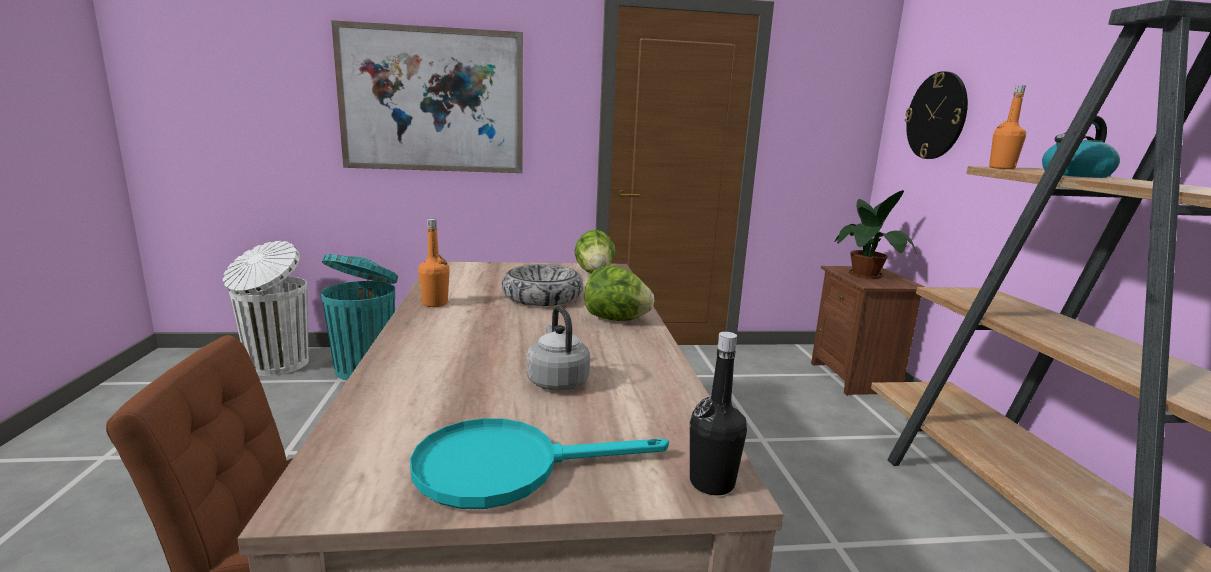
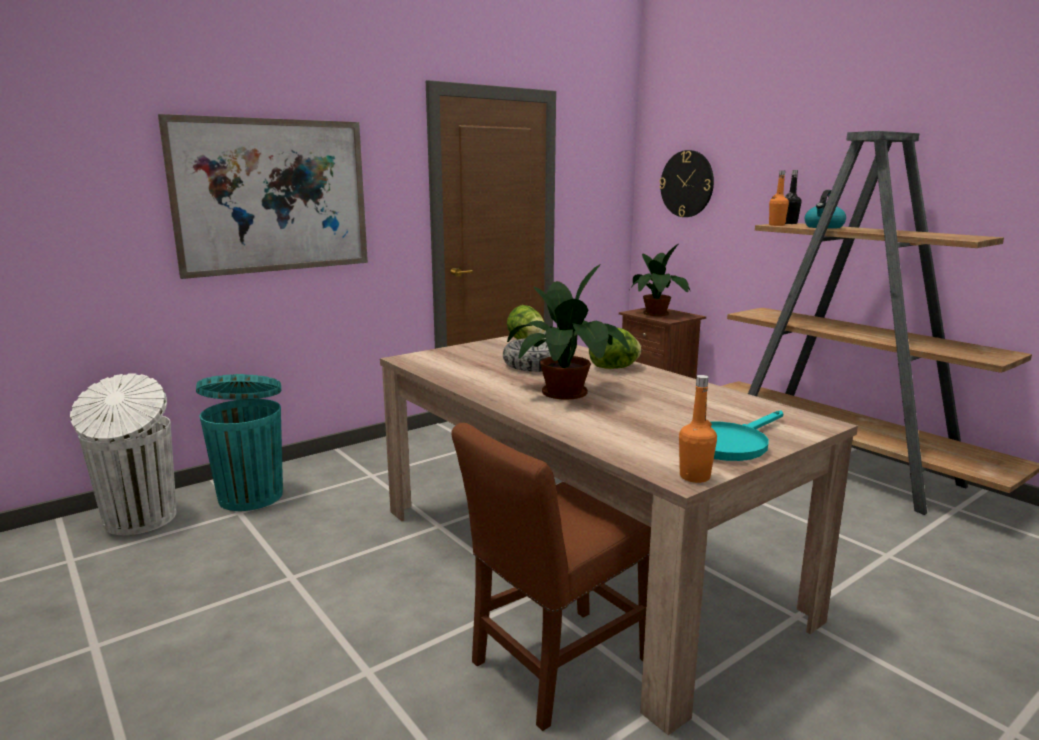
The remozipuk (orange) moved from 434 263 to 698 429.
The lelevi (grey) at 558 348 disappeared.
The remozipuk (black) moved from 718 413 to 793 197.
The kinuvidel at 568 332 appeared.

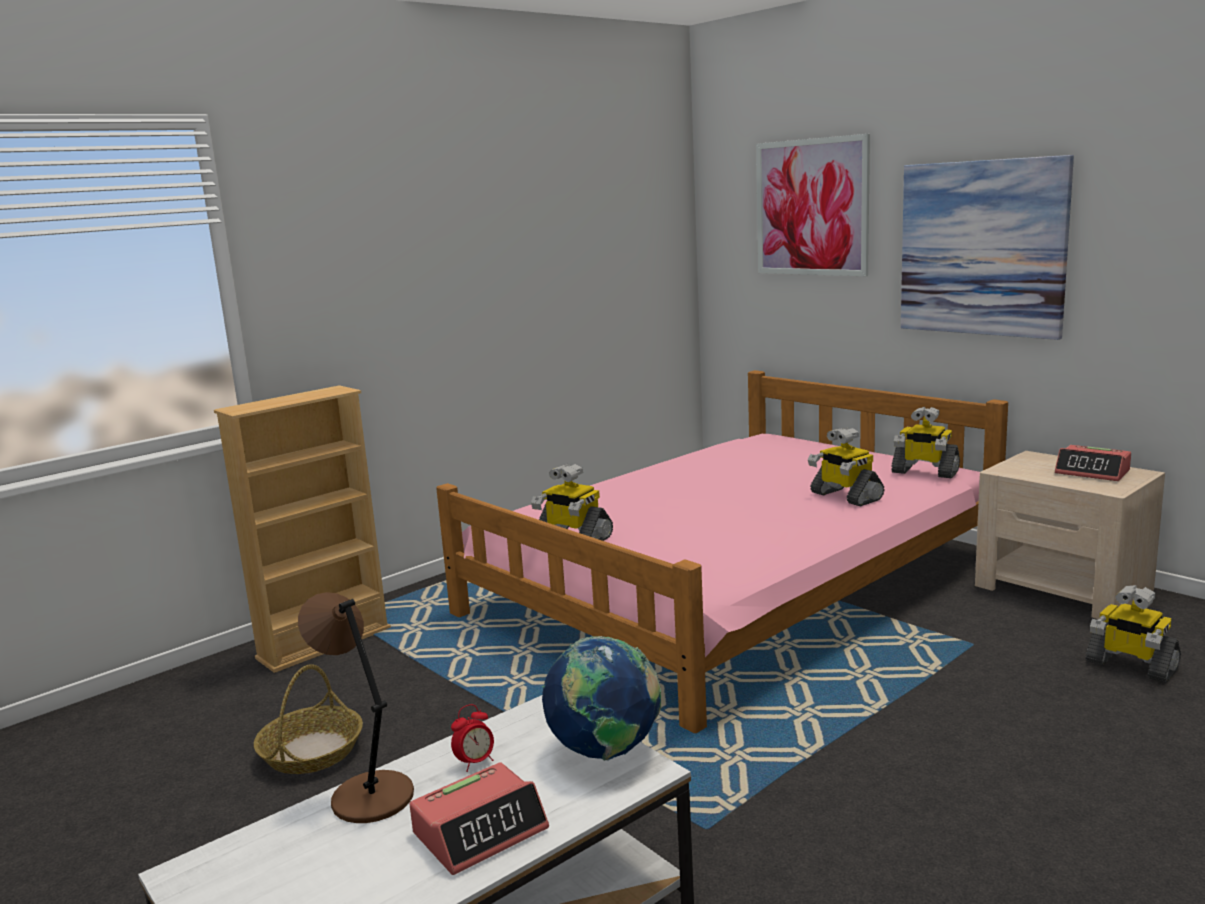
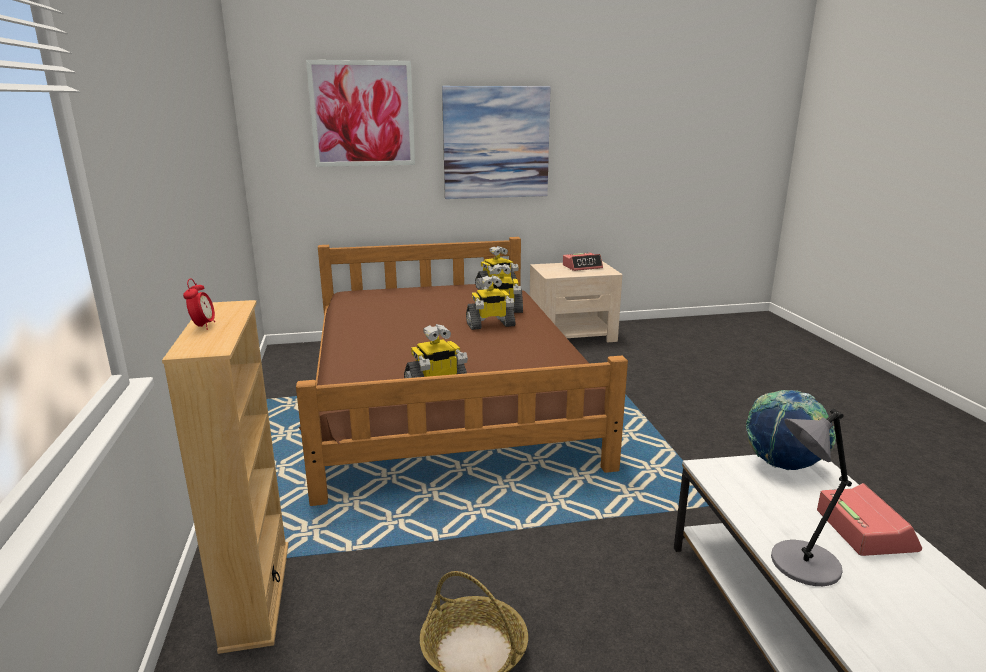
The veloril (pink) at 722 551 became the veloril (brown) at 462 371.
The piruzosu moved from 1133 634 to 490 302.
The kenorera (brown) at 356 707 became the kenorera (grey) at 811 497.
The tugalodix moved from 472 738 to 199 304.

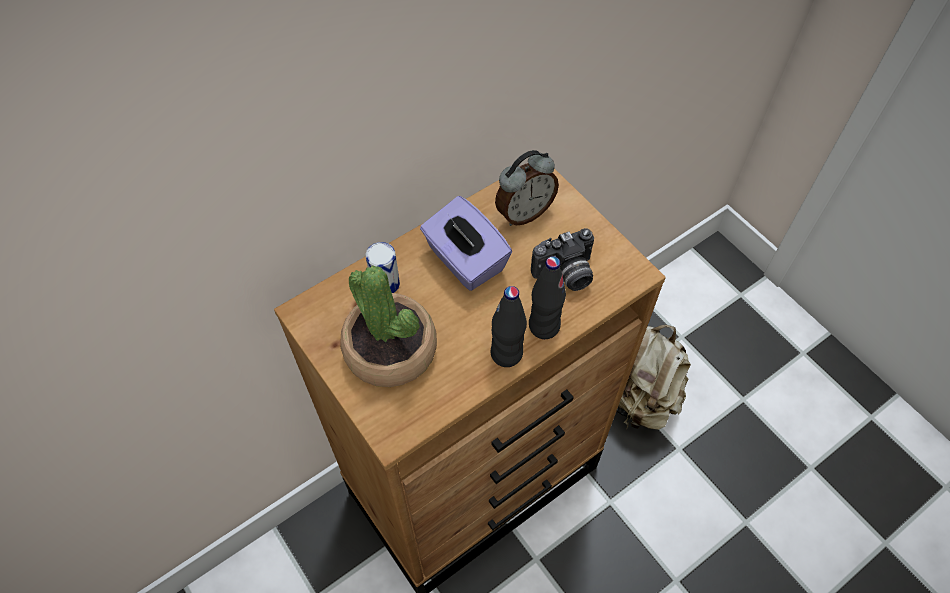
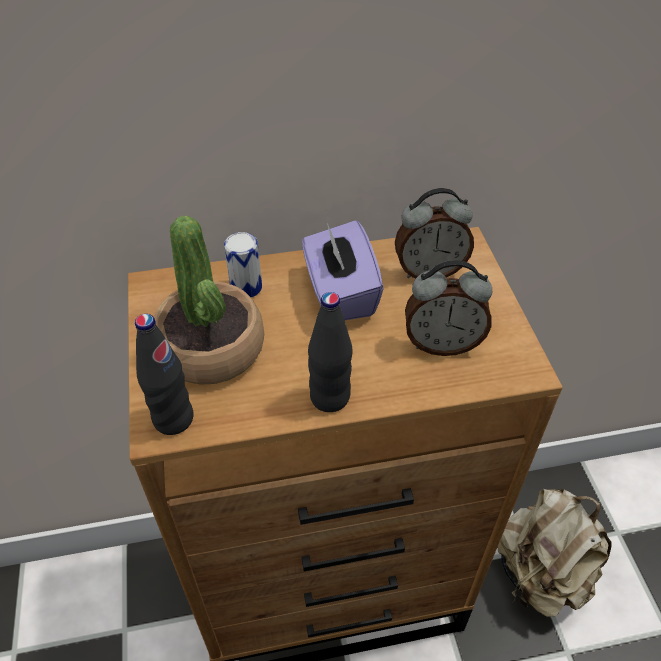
The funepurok at 562 259 was replaced by the tugalodix at 448 308.
The remozipuk (black) moved from 547 297 to 164 374.

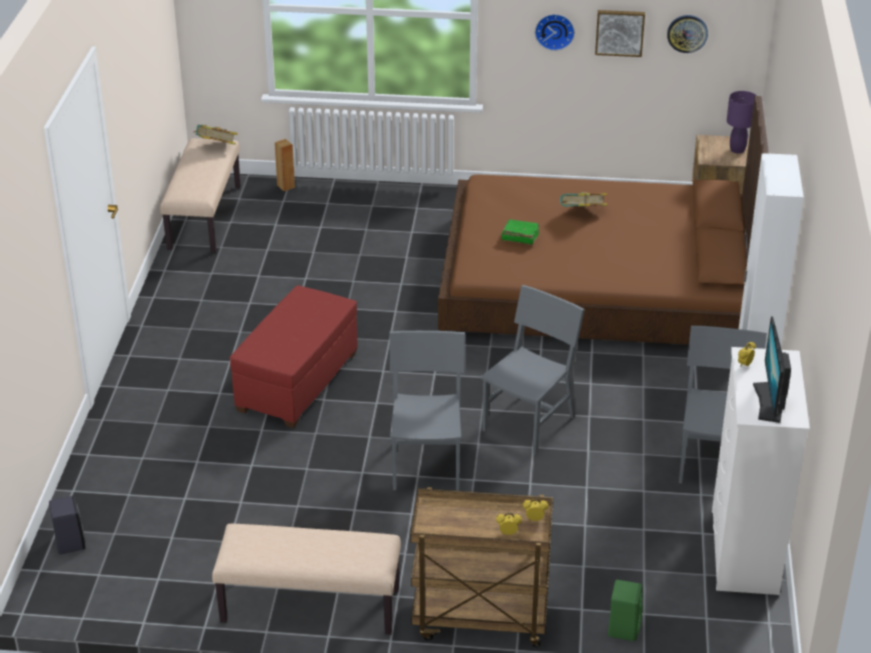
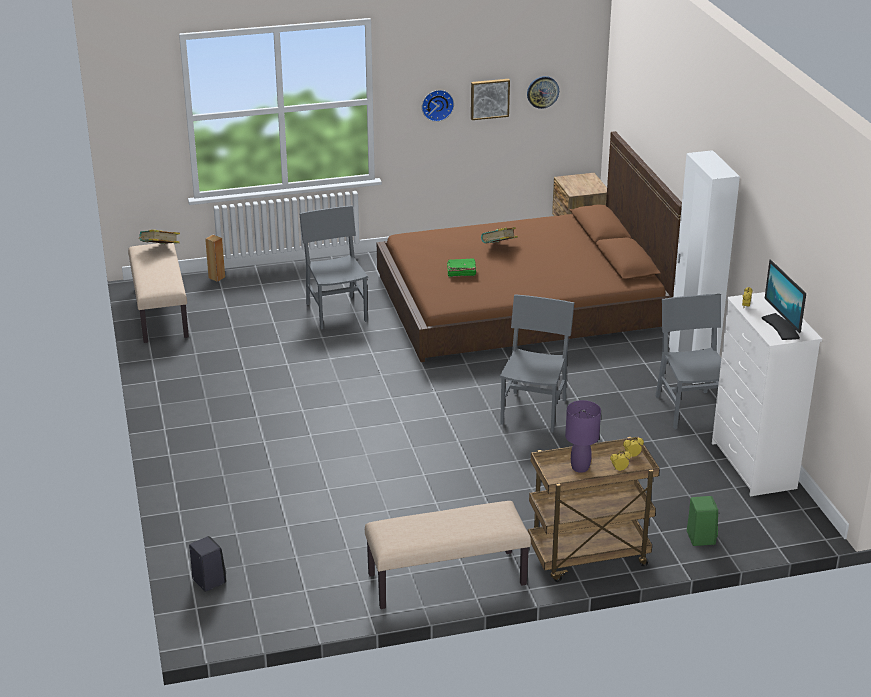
The kenorera (purple) moved from 742 122 to 583 436.
The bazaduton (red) at 294 356 disappeared.
The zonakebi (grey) moved from 427 411 to 333 267.

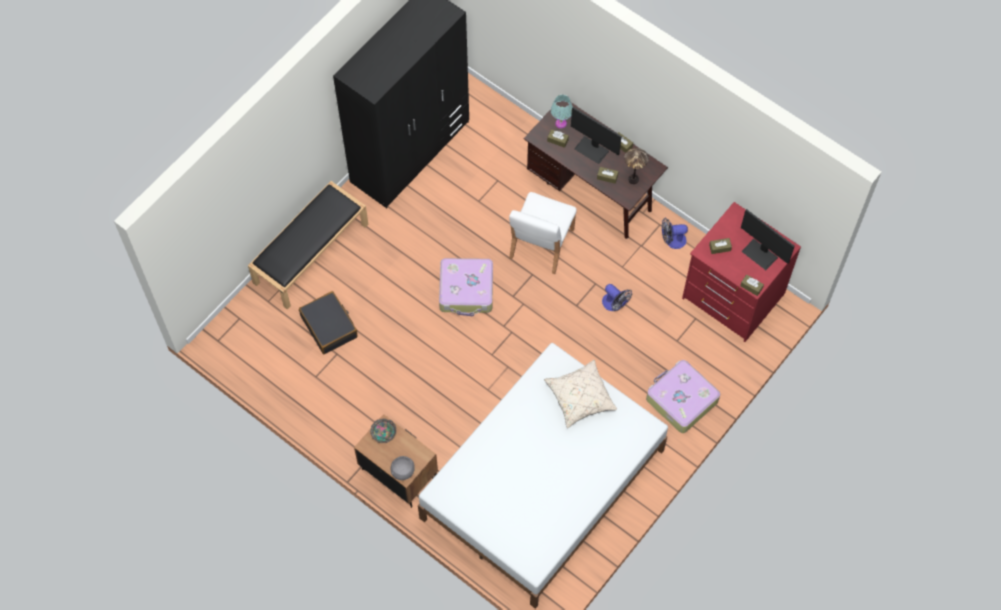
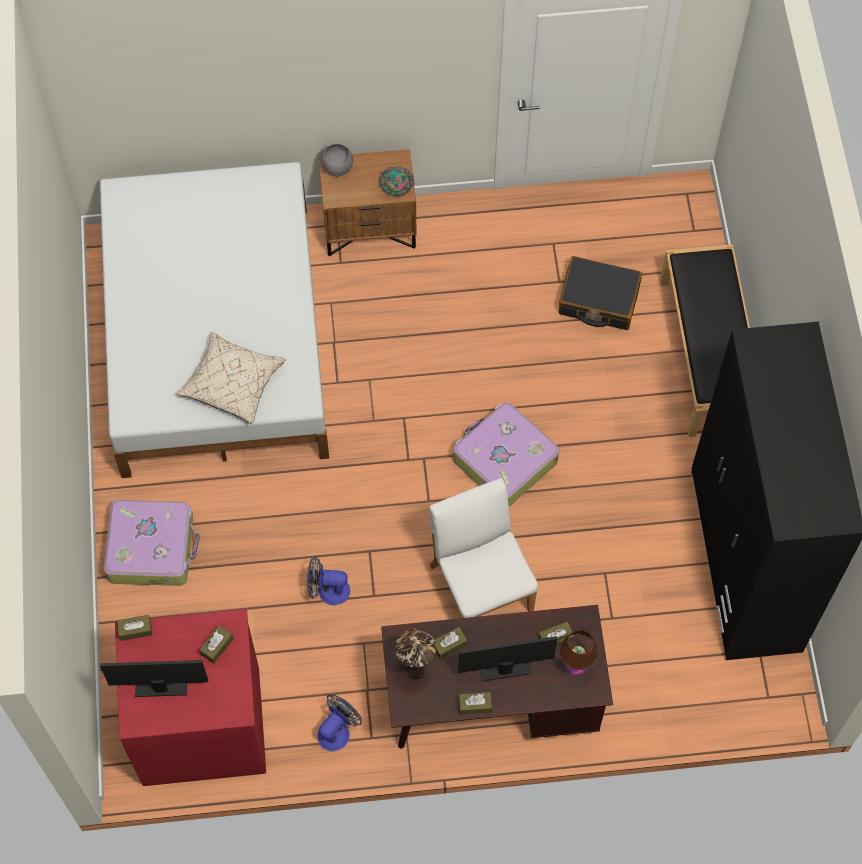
The kenorera (turquoise) at 562 111 became the kenorera (brown) at 579 652.

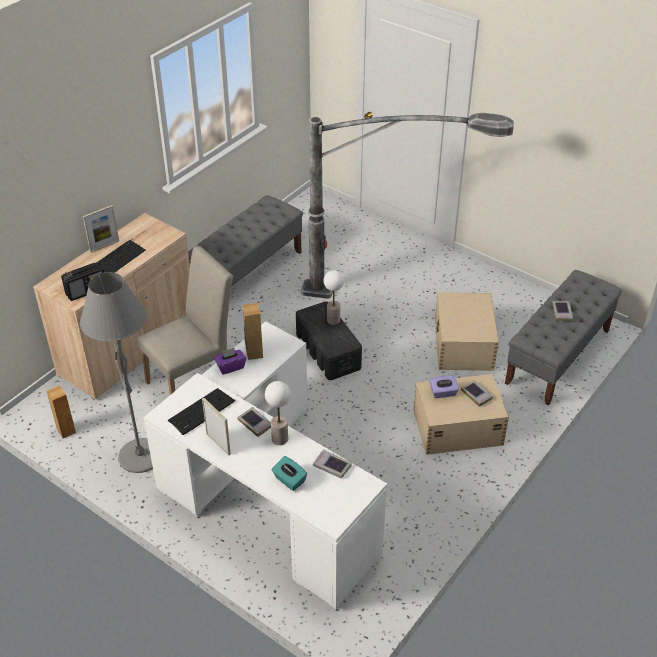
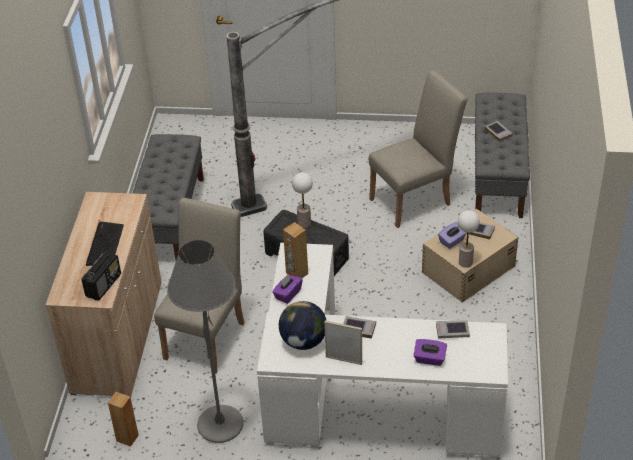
The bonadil at 101 229 disappeared.
The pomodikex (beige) at 467 331 was replaced by the zonakebi (beige) at 418 149.
The kenorera moved from 278 413 to 469 239.
The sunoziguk at 201 411 was replaced by the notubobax at 303 325.
The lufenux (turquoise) at 289 473 became the lufenux (purple) at 430 352.

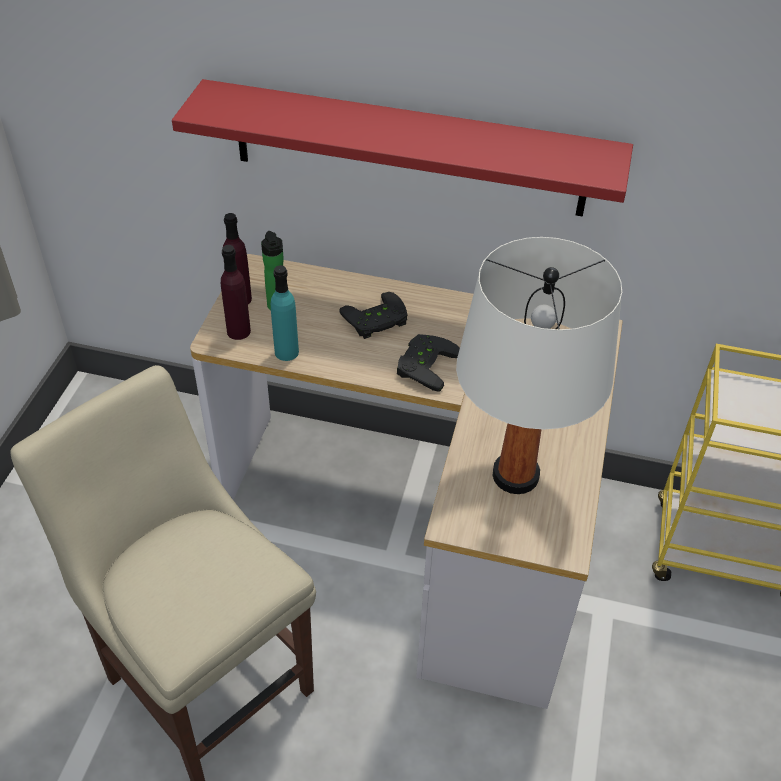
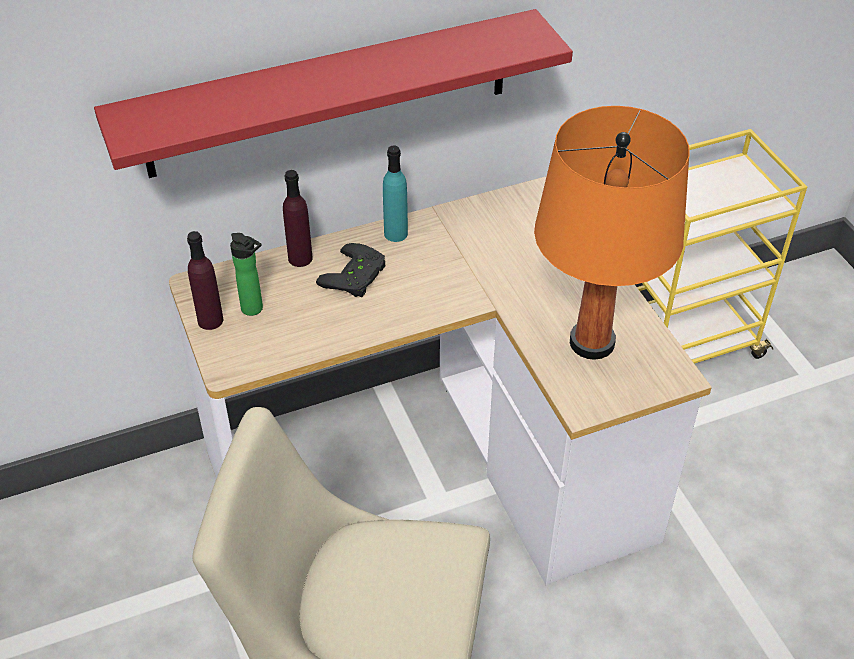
The kenorera (white) at 539 365 became the kenorera (orange) at 612 233.
The remozipuk (purple) moved from 236 292 to 298 218.
The remozipuk (turquoise) moved from 285 313 to 395 194.
The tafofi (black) at 428 363 disappeared.

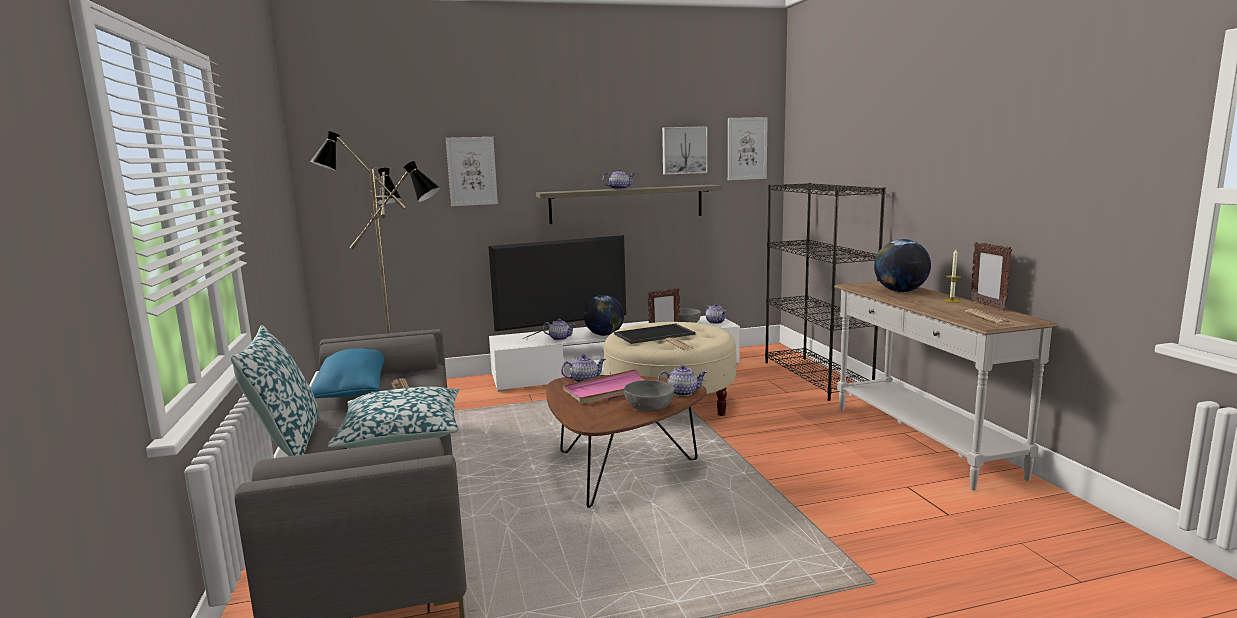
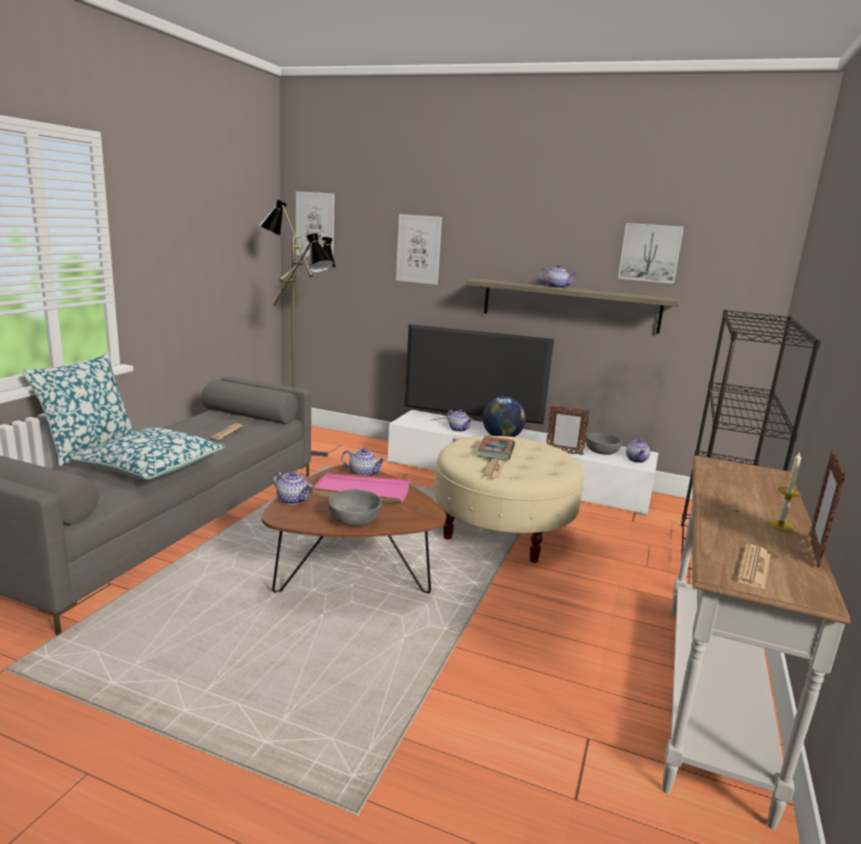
The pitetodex moved from 748 148 to 315 224.
The notubobax at 902 265 disappeared.
The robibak at 655 334 was replaced by the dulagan at 496 448.
The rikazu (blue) at 347 373 disappeared.
The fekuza moved from 682 380 to 293 488.

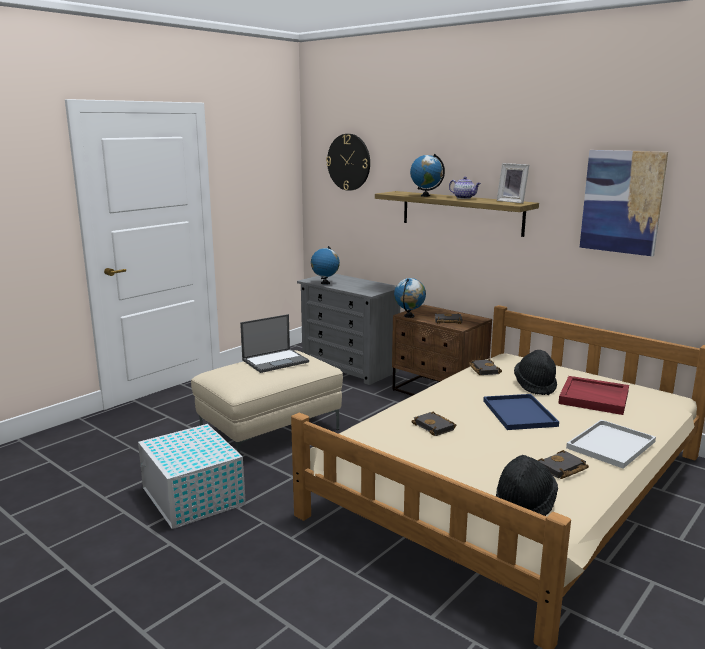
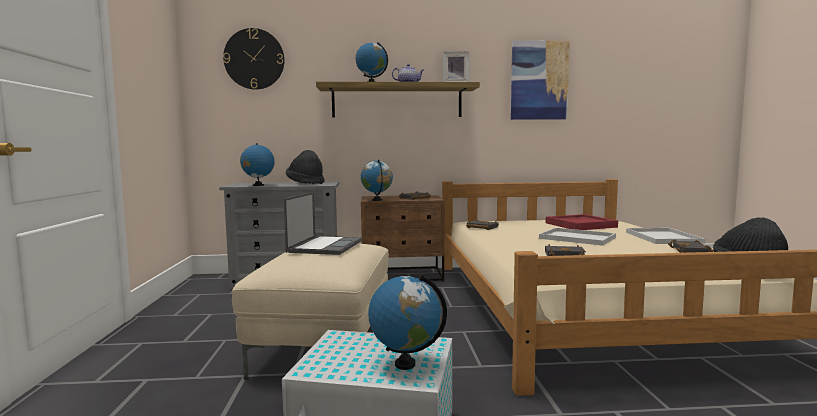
The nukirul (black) moved from 535 372 to 305 167.
The robibak (blue) at 521 412 became the robibak (white) at 577 237.
The notubobax at 407 322 appeared.

